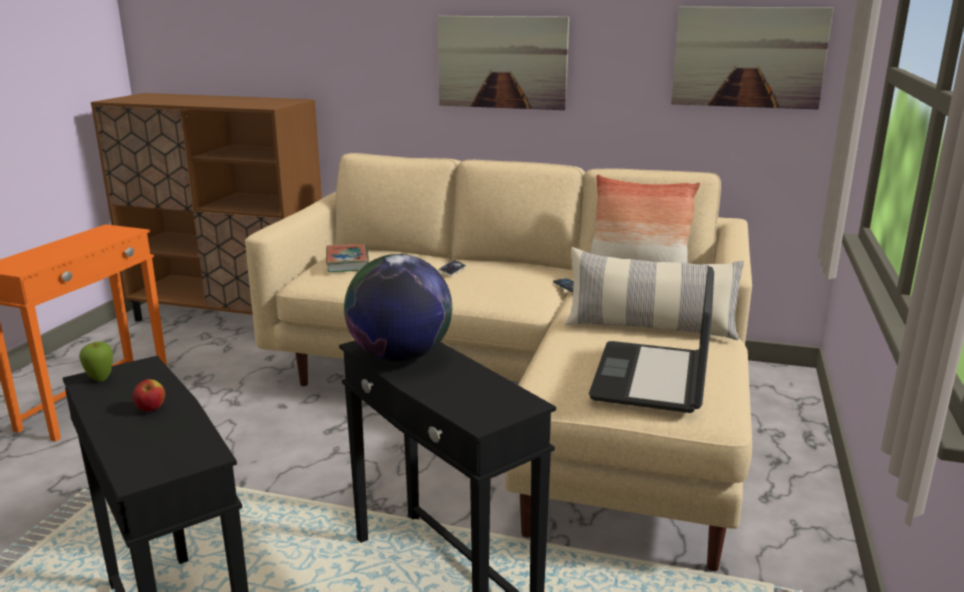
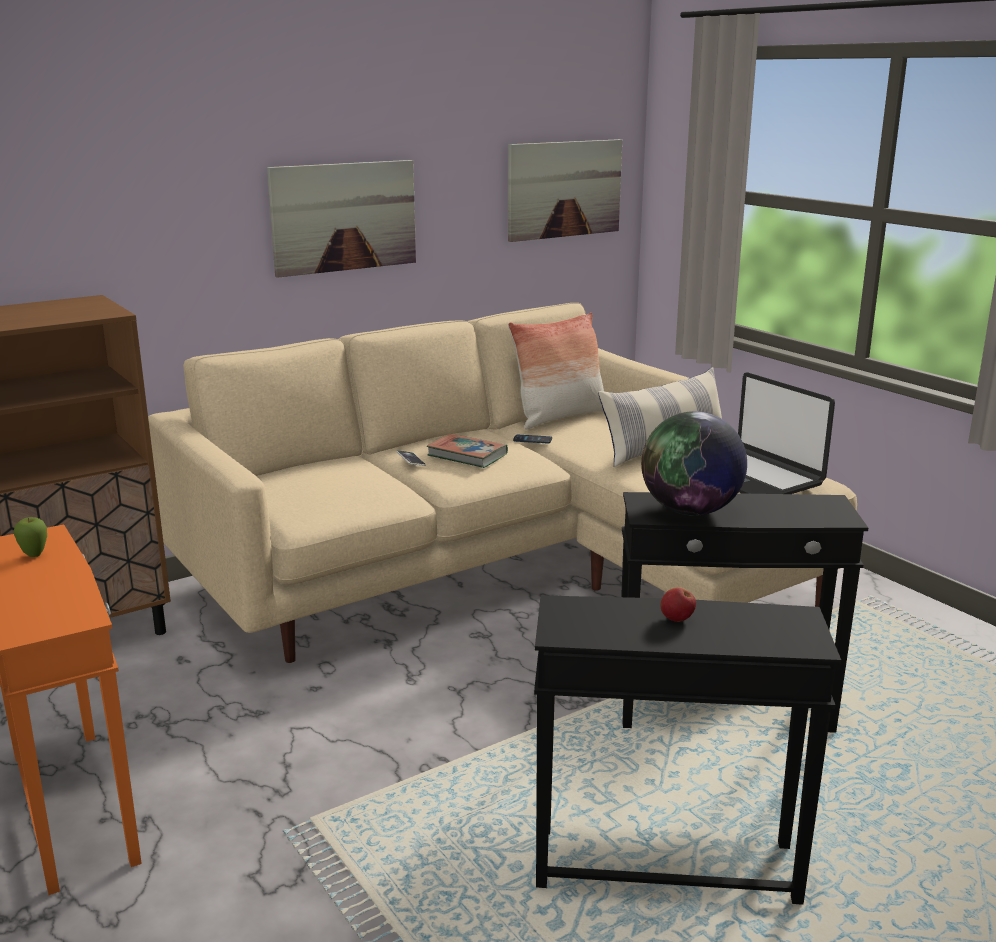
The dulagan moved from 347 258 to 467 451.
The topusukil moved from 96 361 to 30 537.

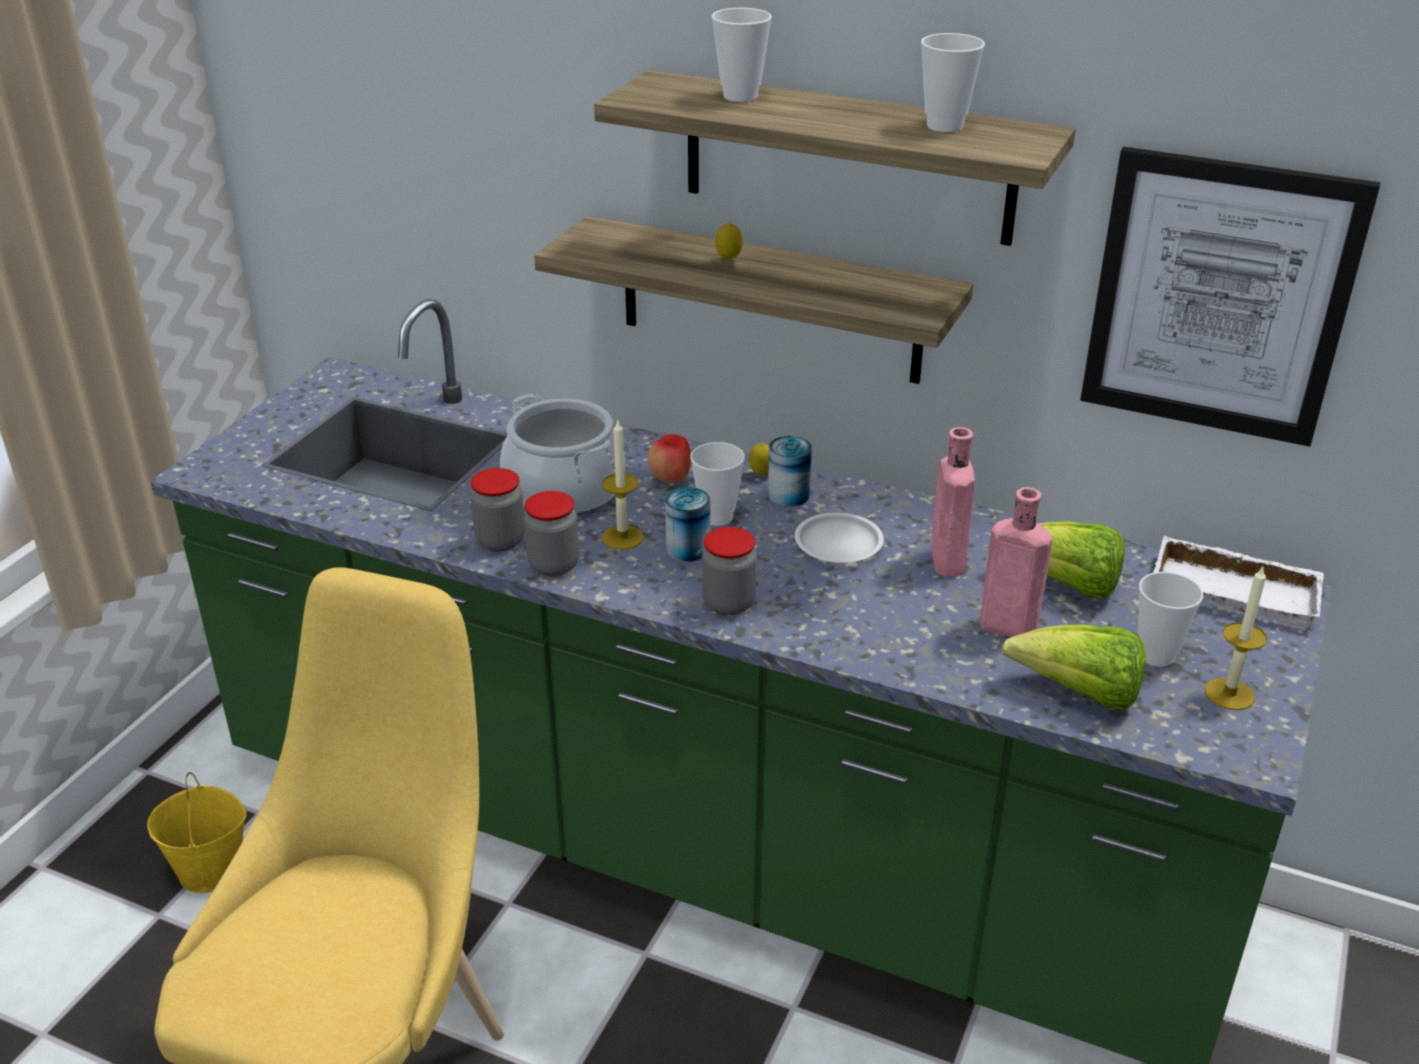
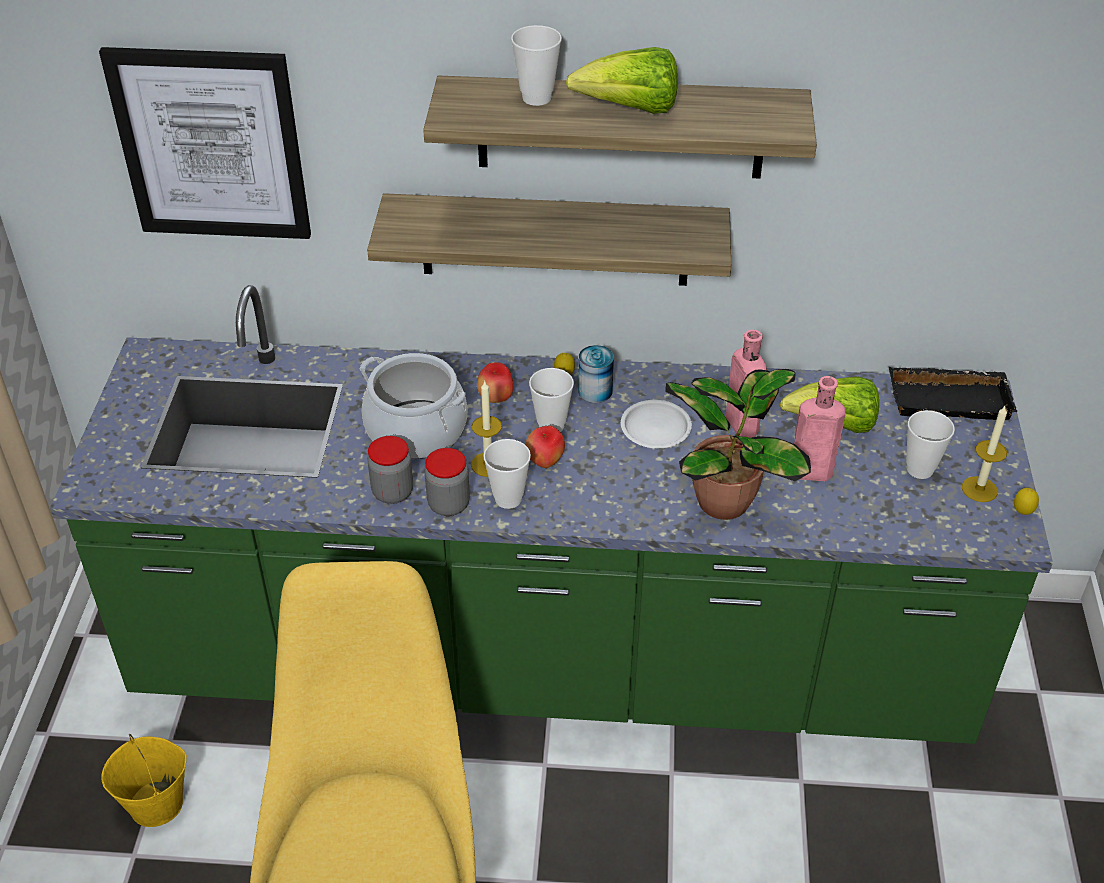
The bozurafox moved from 953 82 to 507 474.
The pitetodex moved from 1230 297 to 205 143.
The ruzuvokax moved from 729 242 to 1026 501.
The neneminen at 688 524 was replaced by the topusukil at 545 447.
The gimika at 729 571 disappeared.
The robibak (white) at 1238 582 became the robibak (black) at 953 393.
The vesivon moved from 1074 667 to 622 80.
The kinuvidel at 738 444 appeared.

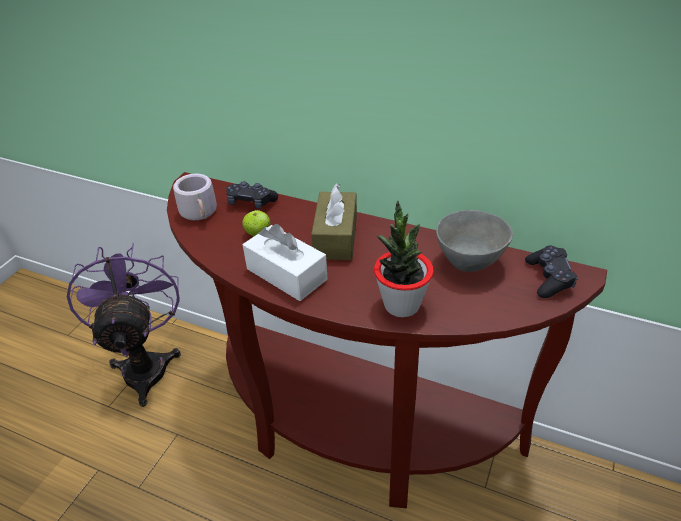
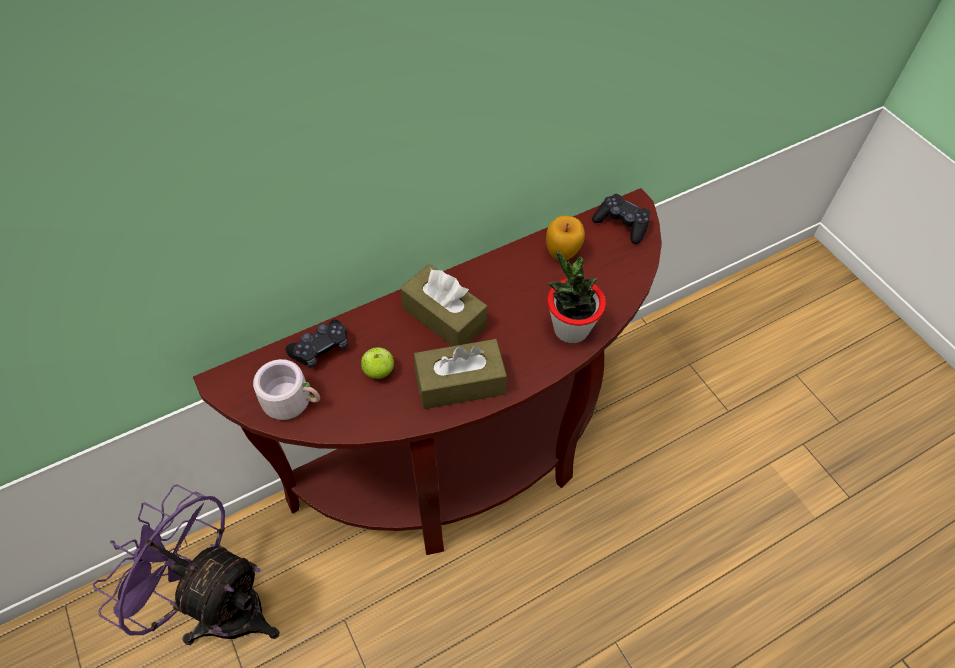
The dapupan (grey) at 474 241 was replaced by the topusukil at 565 238.
The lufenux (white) at 285 262 became the lufenux (brown) at 460 374.

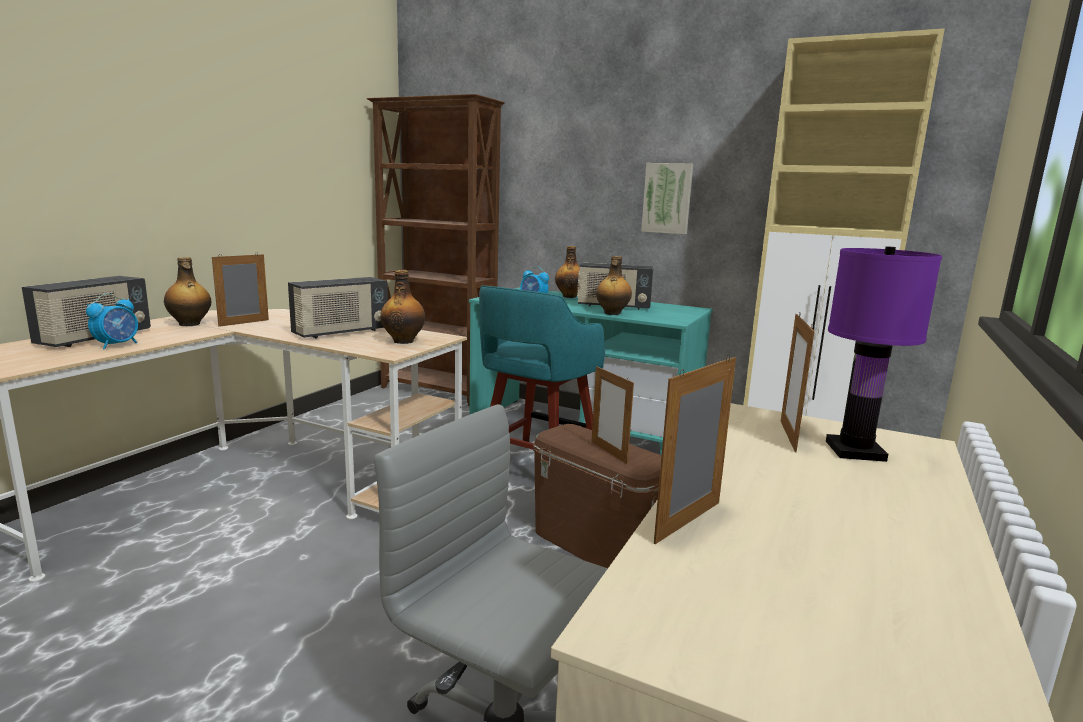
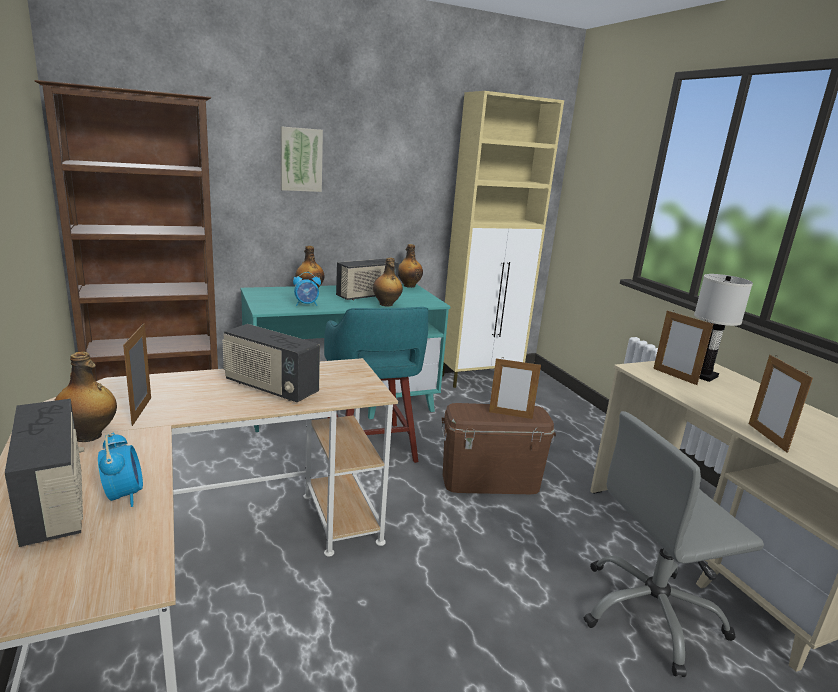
The pitetodex moved from 667 198 to 301 159.
The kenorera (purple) at 884 354 became the kenorera (white) at 723 328.
The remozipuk moved from 402 307 to 410 266.
The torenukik at 338 308 turned 120 degrees clockwise.

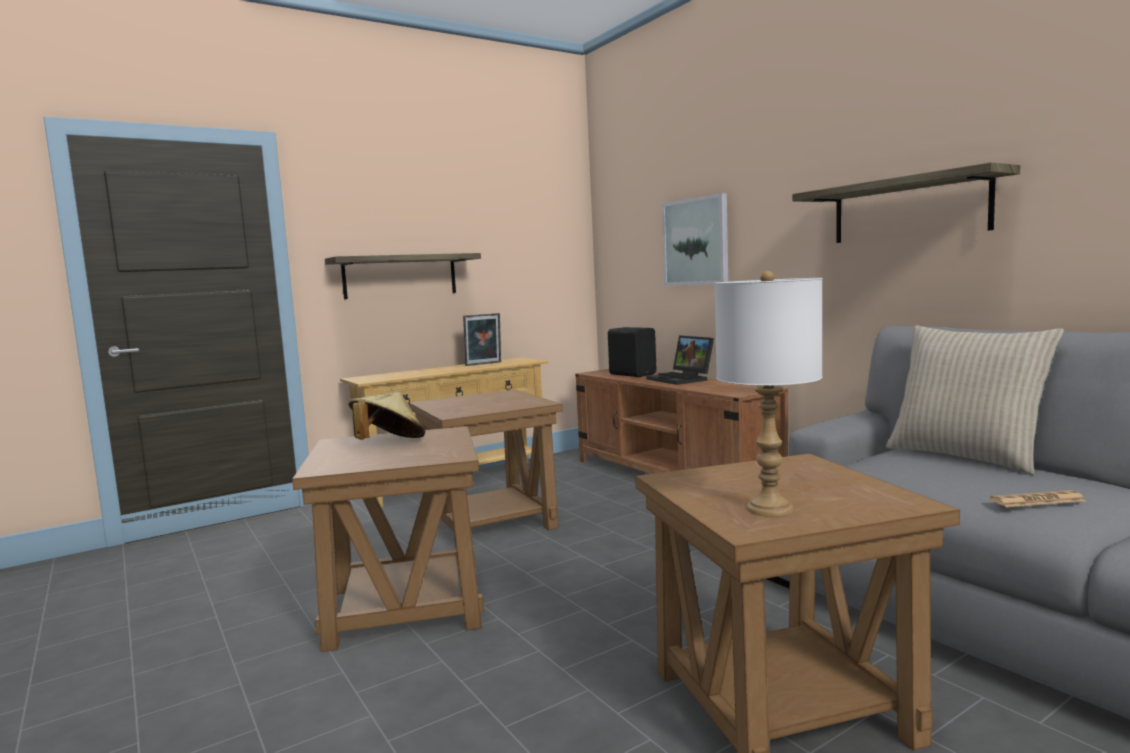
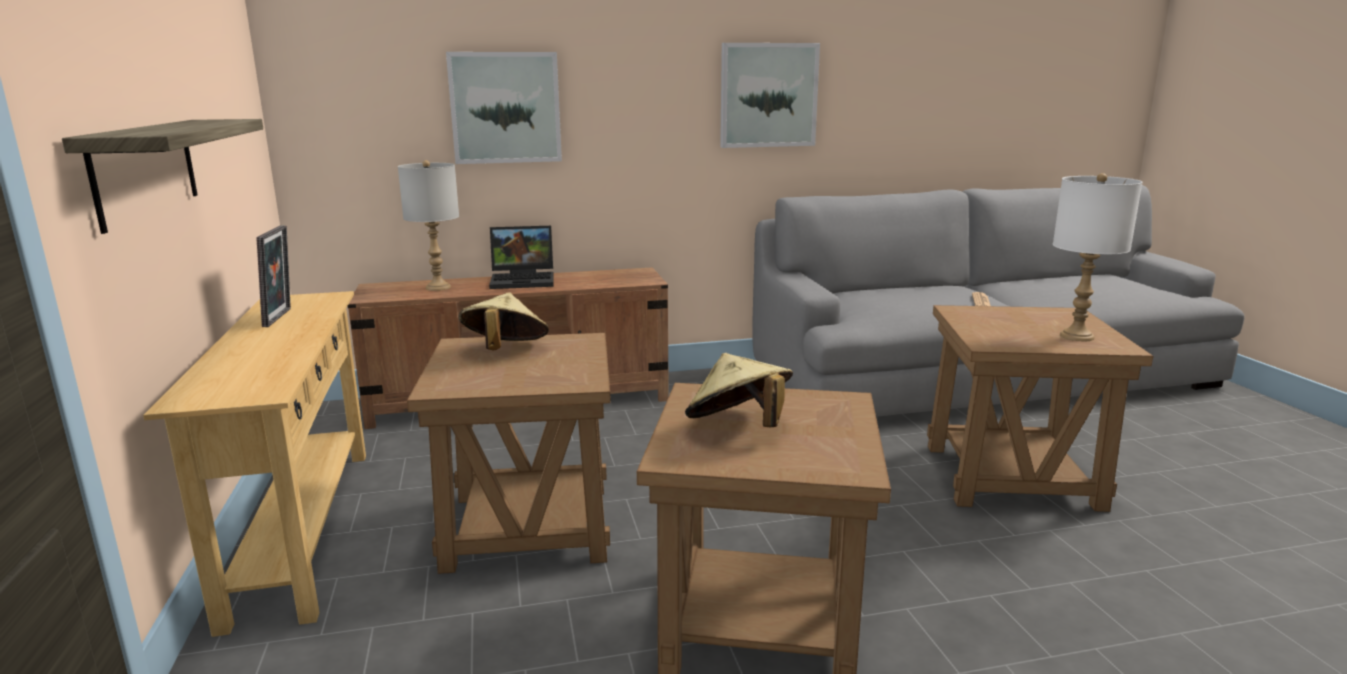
The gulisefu at 906 202 was replaced by the pitetodex at 770 95.
The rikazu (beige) at 975 400 disappeared.
The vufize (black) at 632 352 was replaced by the kenorera (grey) at 428 225.
The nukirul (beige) at 503 321 appeared.

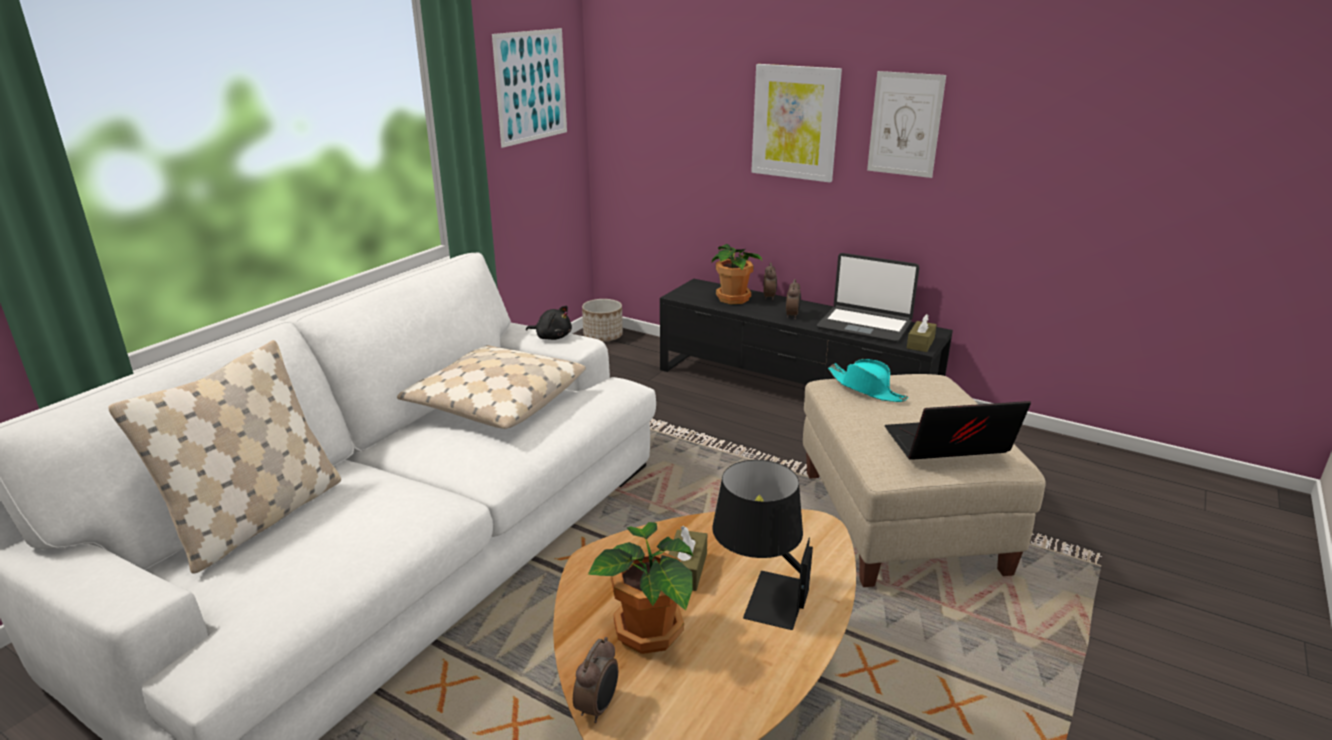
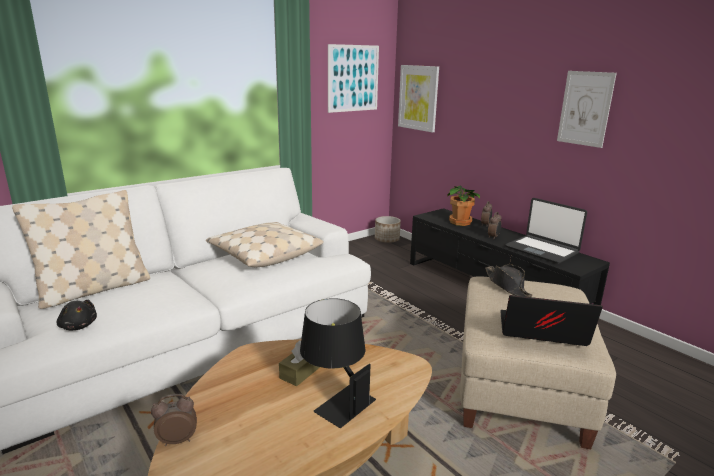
The pitetodex moved from 796 123 to 418 99.
The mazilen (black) moved from 549 323 to 77 315.
The lufenux (brown) at 922 333 disappeared.
The nukirul (turquoise) at 868 380 became the nukirul (black) at 509 280.
The kinuvidel at 641 588 disappeared.
The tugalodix at 595 680 turned 150 degrees counterclockwise.

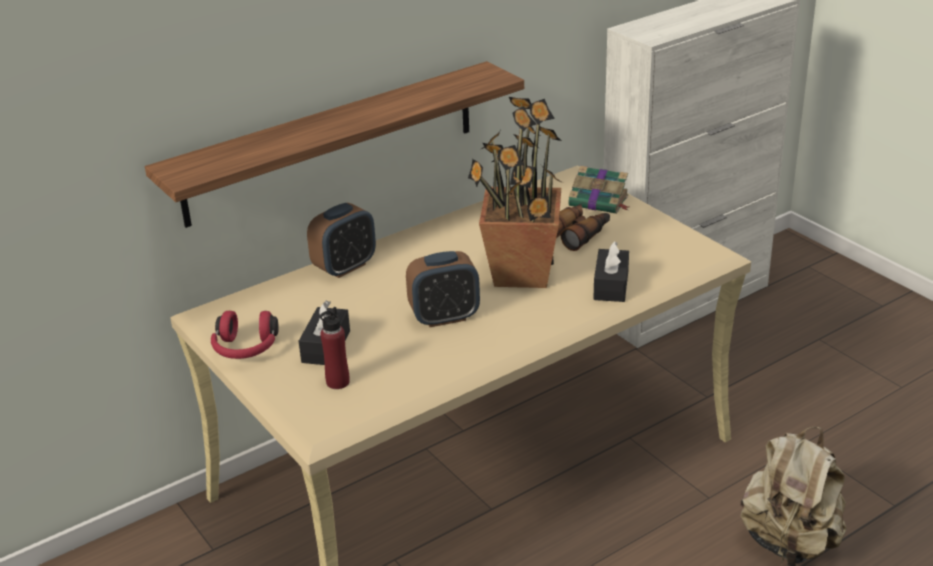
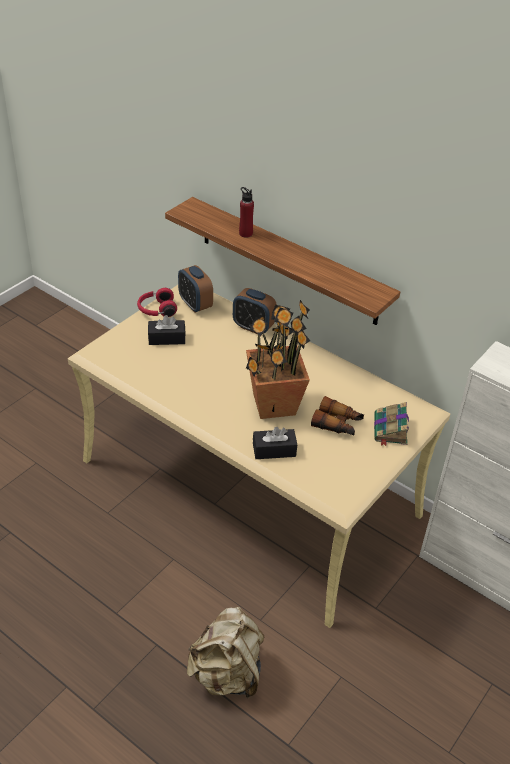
The tugalodix moved from 443 289 to 195 289.
The remozipuk (red) moved from 335 348 to 246 212.

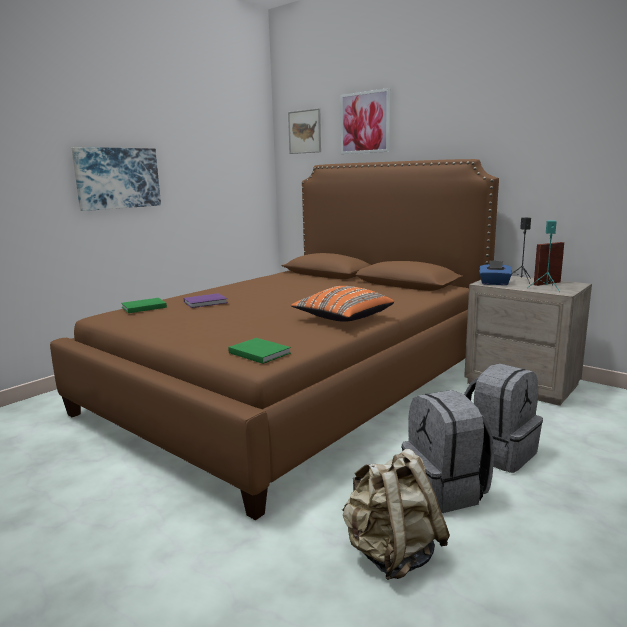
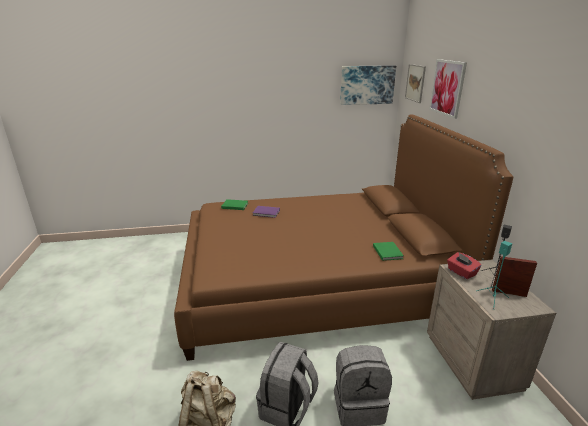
The pitetodex moved from 116 179 to 368 85.
The lufenux (blue) at 496 272 became the lufenux (red) at 464 265.
The rikazu (orange) at 342 304 disappeared.
The dulagan (green) moved from 259 351 to 388 251.

